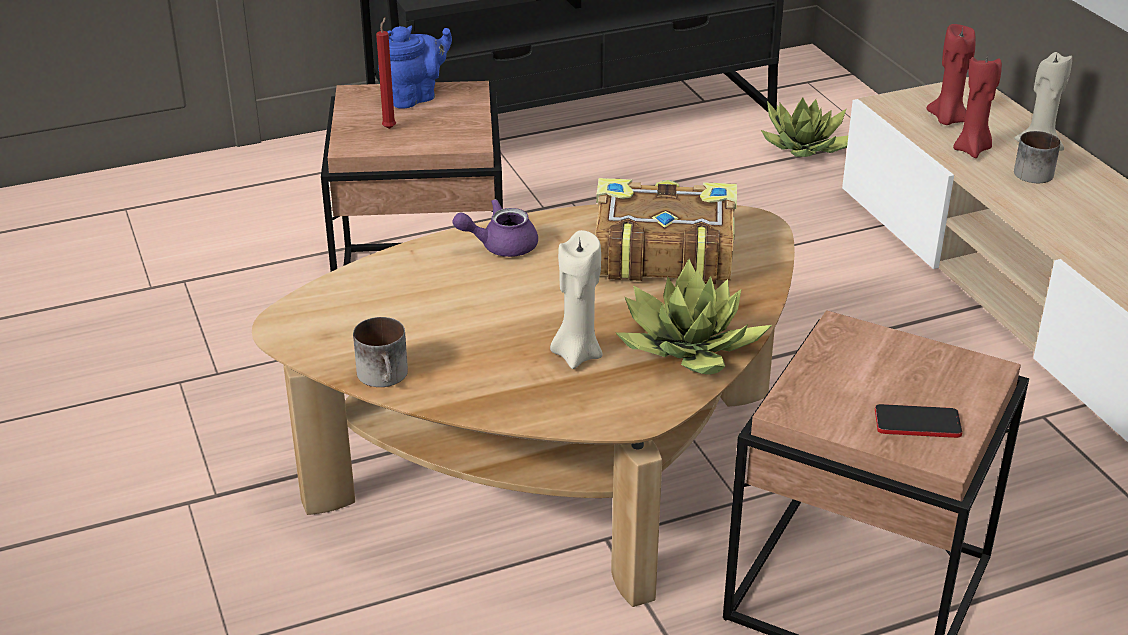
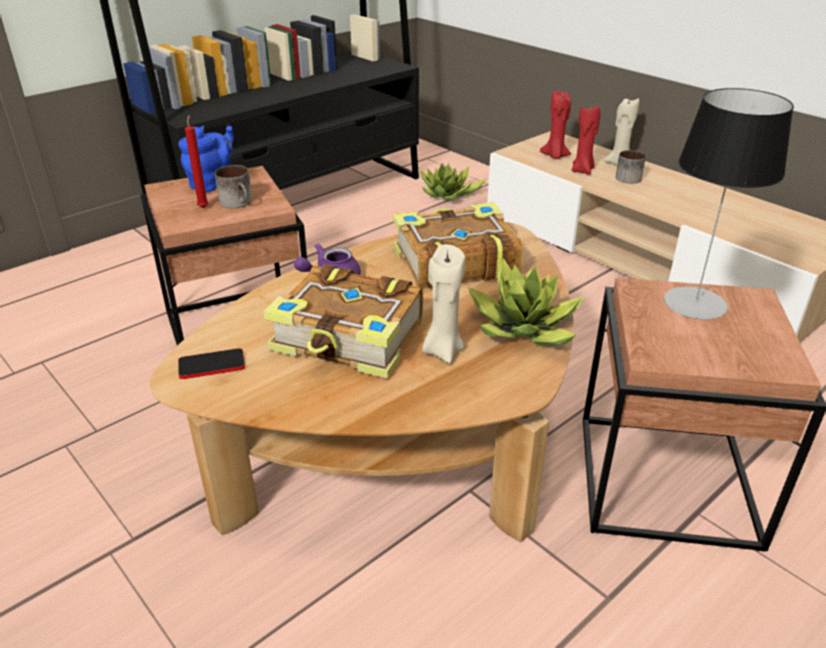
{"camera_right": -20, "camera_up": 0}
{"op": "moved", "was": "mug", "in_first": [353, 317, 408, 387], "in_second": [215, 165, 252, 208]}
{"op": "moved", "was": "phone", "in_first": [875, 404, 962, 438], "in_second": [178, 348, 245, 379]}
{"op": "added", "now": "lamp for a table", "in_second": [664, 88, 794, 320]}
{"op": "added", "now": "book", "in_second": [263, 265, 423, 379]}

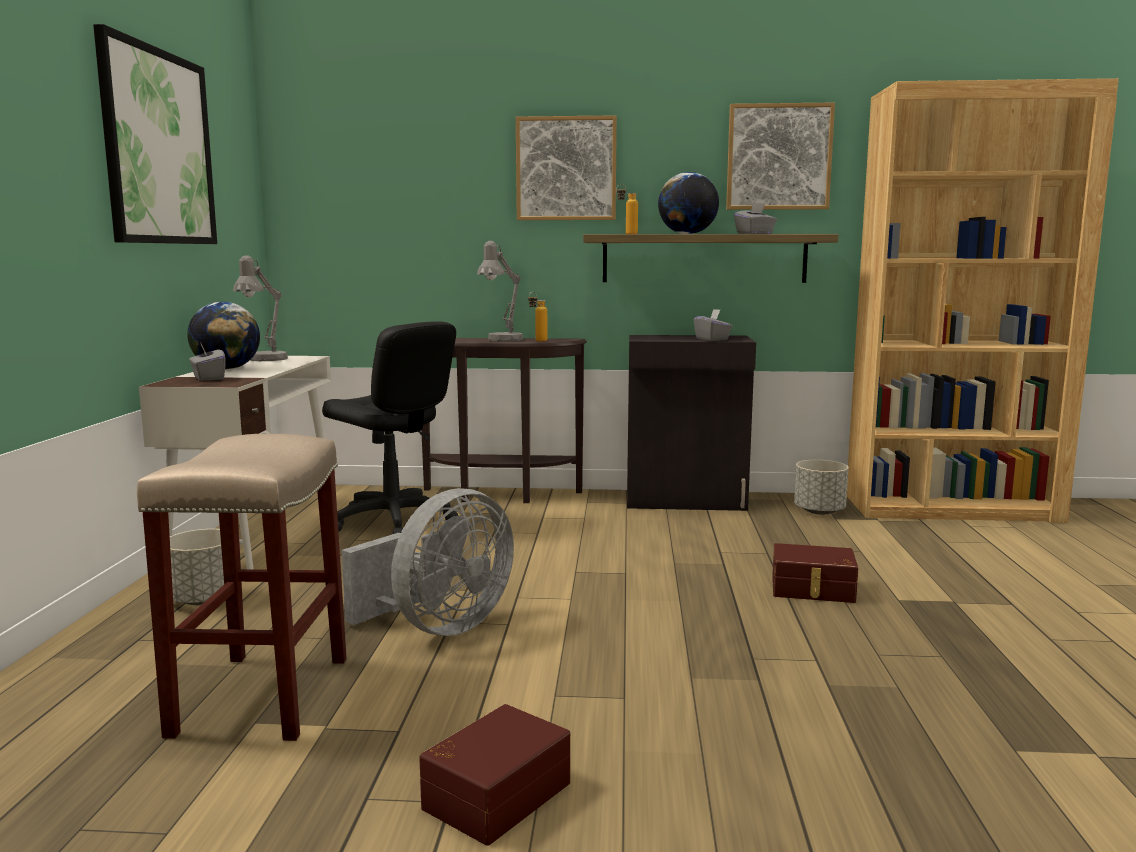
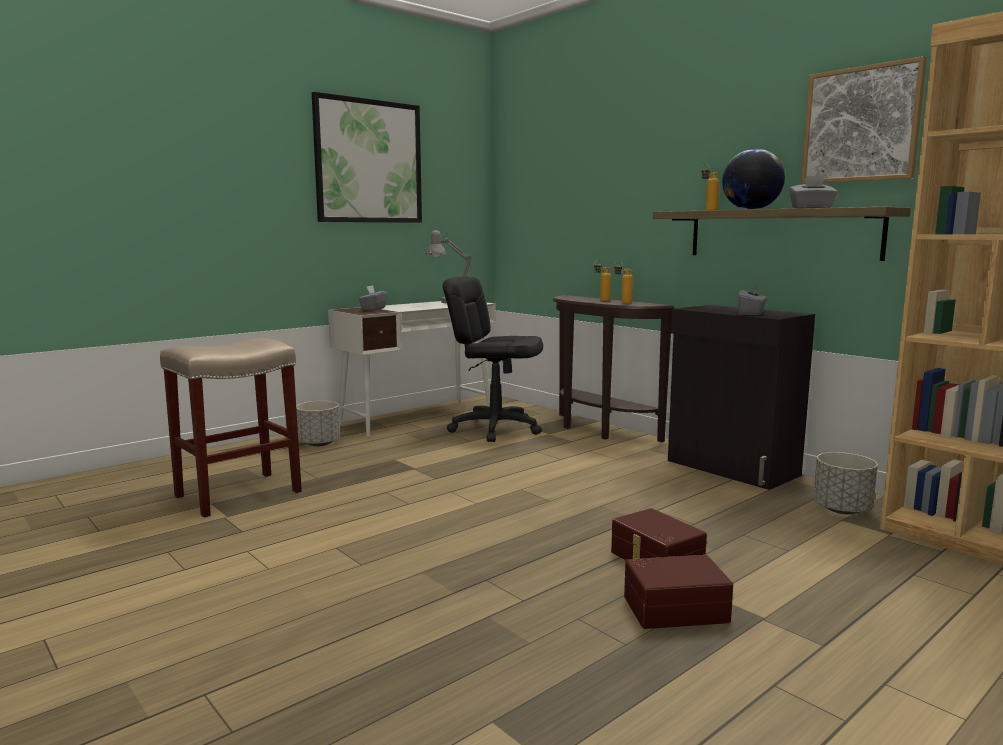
{"camera_right": 45, "camera_up": 0}
{"op": "removed", "was": "wall picture", "in_first": [516, 115, 617, 220]}
{"op": "replaced", "was": "lamp for a table (greyish)", "now": "bottle", "in_first": [477, 241, 523, 342], "in_second": [594, 260, 611, 301]}
{"op": "removed", "was": "world globe", "in_first": [187, 302, 260, 370]}
{"op": "turned", "was": "desk chair (black)", "in_first": [322, 321, 458, 534], "in_second": [443, 276, 543, 442], "clockwise": 120}
{"op": "removed", "was": "electric fan (greyish)", "in_first": [342, 488, 514, 636]}
{"op": "moved", "was": "storage box (brownish)", "in_first": [419, 704, 570, 846], "in_second": [624, 555, 733, 629]}

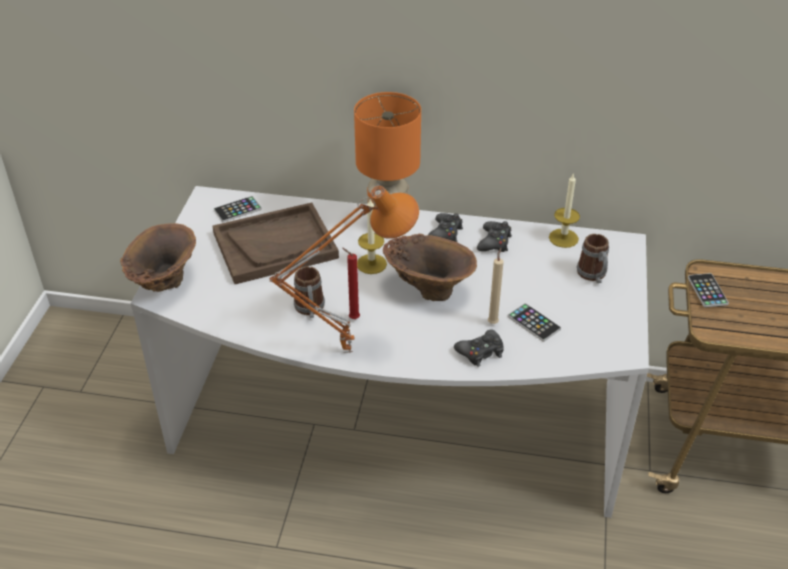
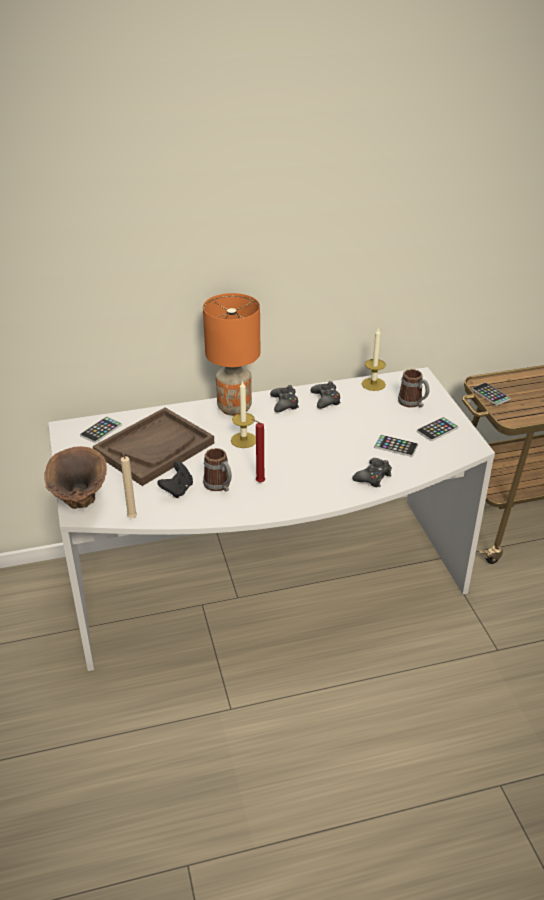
{"camera_right": -25, "camera_up": -5}
{"op": "removed", "was": "lamp for a table (orangey)", "in_first": [269, 186, 419, 353]}
{"op": "removed", "was": "decorative vase (brownish)", "in_first": [383, 234, 477, 301]}
{"op": "moved", "was": "wax light (beige-coloured)", "in_first": [488, 248, 504, 324], "in_second": [121, 447, 137, 518]}
{"op": "added", "now": "phone", "in_second": [417, 417, 459, 441]}
{"op": "added", "now": "joypad (black)", "in_second": [157, 461, 193, 498]}

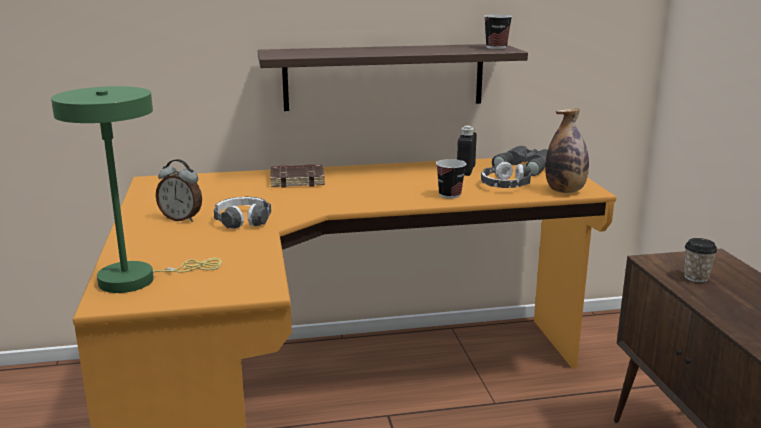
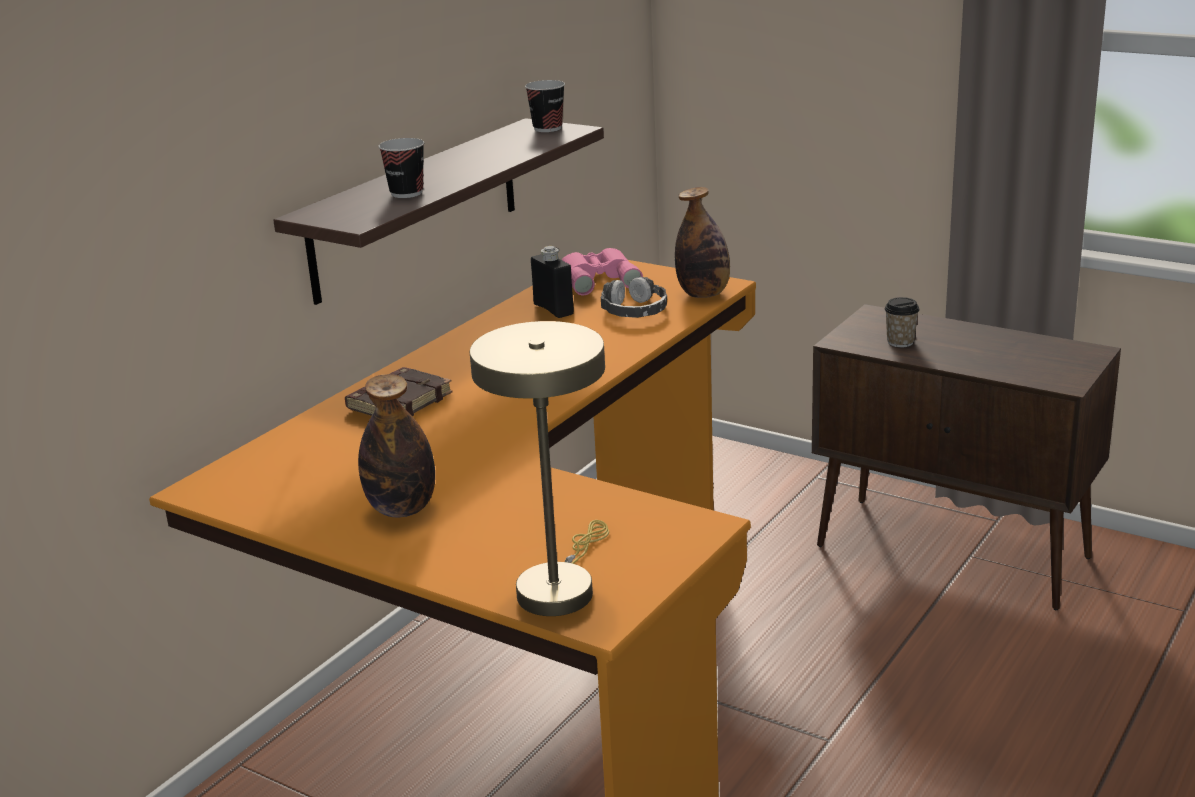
{"camera_right": -45, "camera_up": 5}
{"op": "recoloured", "was": "lamp for a table (green)", "now": "lamp for a table (beige-coloured)", "in_first": [51, 86, 222, 293], "in_second": [470, 321, 609, 616]}
{"op": "recoloured", "was": "field glasses (greyish)", "now": "field glasses (pinkish)", "in_first": [492, 146, 548, 176], "in_second": [562, 248, 643, 295]}
{"op": "replaced", "was": "bedside clock", "now": "bottle", "in_first": [156, 159, 202, 222], "in_second": [358, 374, 435, 517]}
{"op": "moved", "was": "cup", "in_first": [436, 159, 466, 199], "in_second": [378, 138, 424, 198]}
{"op": "removed", "was": "pair of headphones", "in_first": [214, 197, 271, 229]}

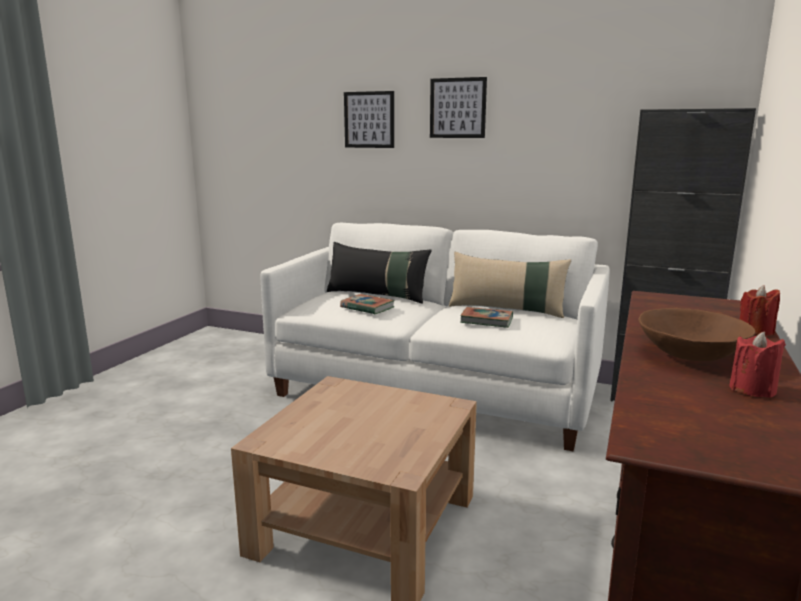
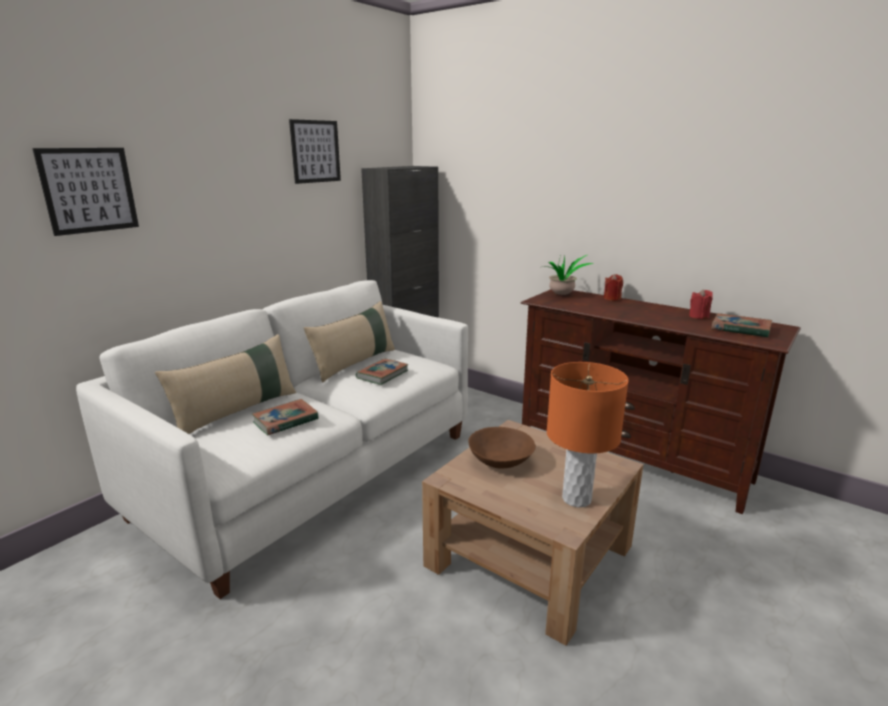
{"camera_right": -75, "camera_up": 5}
{"op": "moved", "was": "wall picture", "in_first": [430, 77, 487, 138], "in_second": [289, 119, 341, 184]}
{"op": "recoloured", "was": "pillow (black)", "now": "pillow (beige-coloured)", "in_first": [327, 242, 432, 304], "in_second": [155, 334, 296, 434]}
{"op": "moved", "was": "bowl (brownish)", "in_first": [639, 308, 755, 361], "in_second": [468, 427, 536, 468]}
{"op": "added", "now": "houseplant", "in_second": [549, 255, 593, 295]}
{"op": "added", "now": "book", "in_second": [711, 313, 772, 338]}
{"op": "added", "now": "lamp for a table (orangey)", "in_second": [547, 362, 629, 508]}

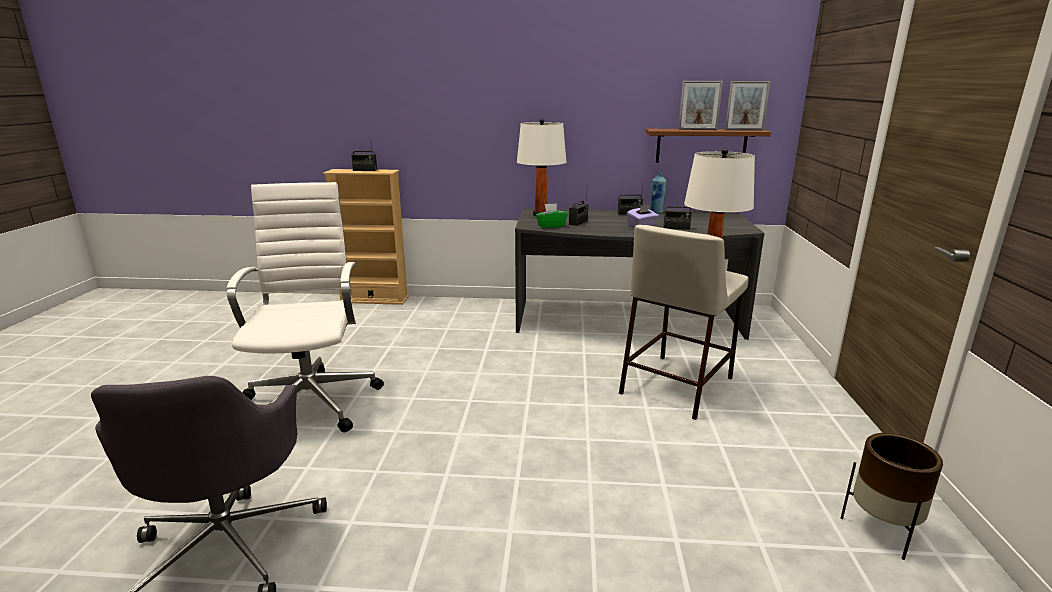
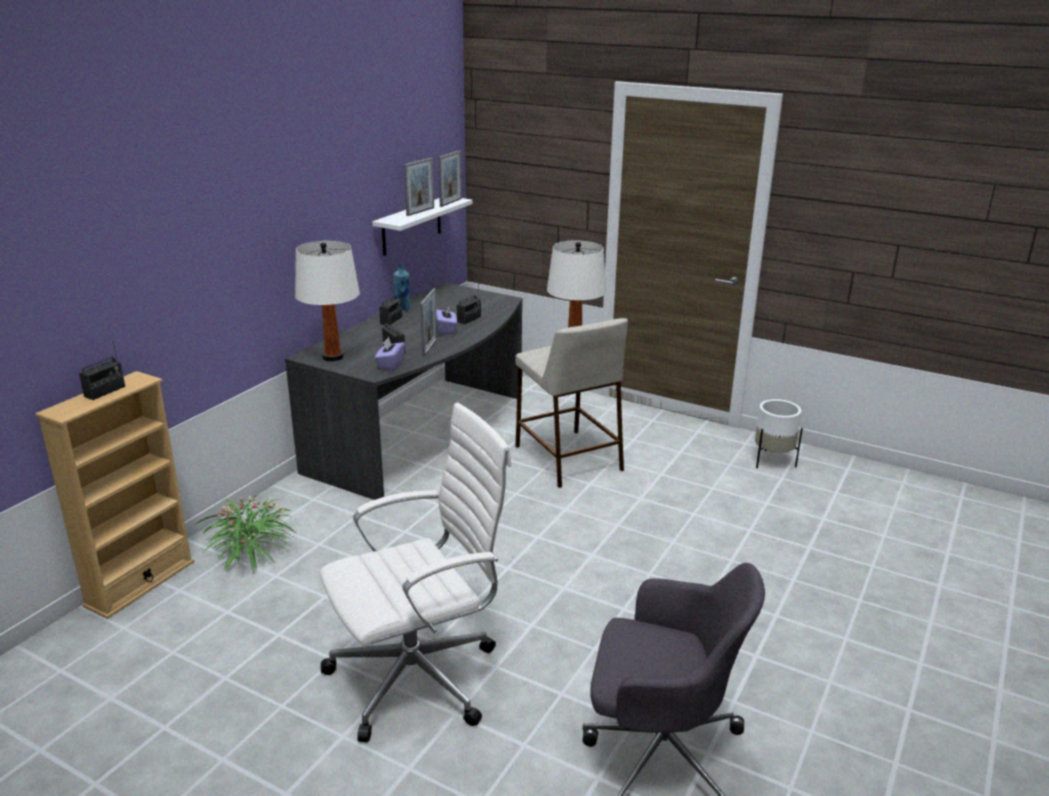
{"camera_right": -65, "camera_up": 5}
{"op": "recoloured", "was": "wall shelf (brownish)", "now": "wall shelf (white)", "in_first": [645, 129, 771, 163], "in_second": [372, 198, 473, 256]}
{"op": "turned", "was": "desk chair (white)", "in_first": [227, 182, 384, 432], "in_second": [320, 403, 512, 742], "clockwise": 135}
{"op": "recoloured", "was": "tissue holder (green)", "now": "tissue holder (purple)", "in_first": [536, 203, 568, 228], "in_second": [375, 337, 405, 370]}
{"op": "recoloured", "was": "flower pot (brownish)", "now": "flower pot (white)", "in_first": [841, 433, 943, 560], "in_second": [755, 399, 803, 468]}
{"op": "added", "now": "picture frame", "in_second": [420, 288, 437, 357]}
{"op": "added", "now": "houseplant", "in_second": [194, 496, 297, 574]}

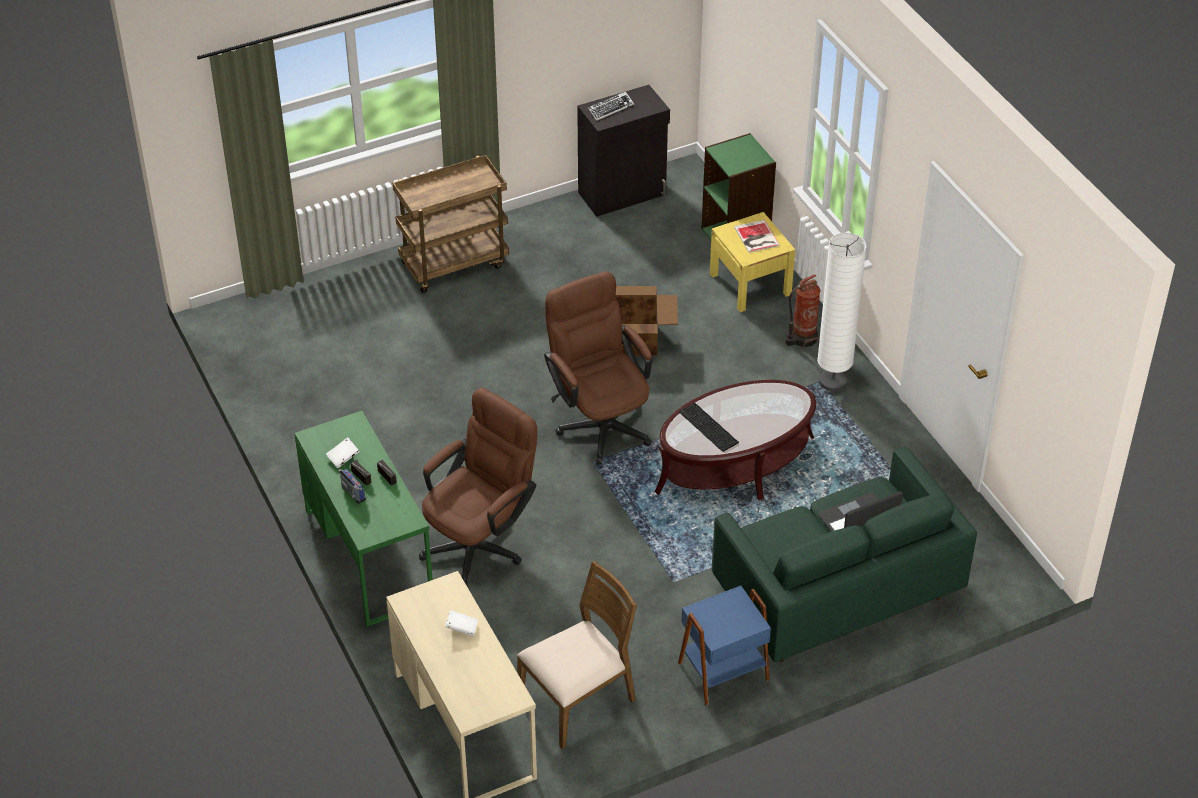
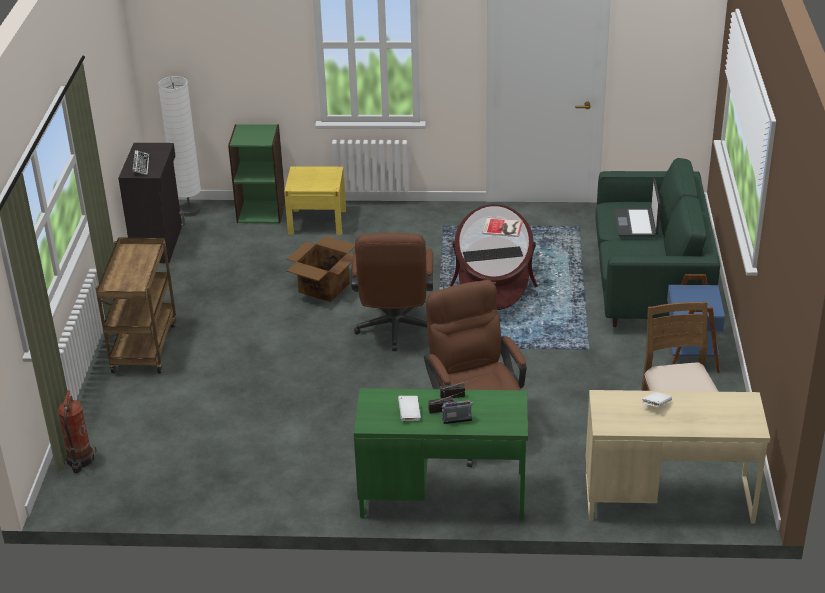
{"camera_right": -60, "camera_up": -10}
{"op": "moved", "was": "book", "in_first": [734, 220, 780, 253], "in_second": [482, 218, 522, 237]}
{"op": "moved", "was": "floor lamp (white)", "in_first": [817, 233, 867, 392], "in_second": [158, 76, 201, 217]}
{"op": "turned", "was": "desk chair (brownish)", "in_first": [544, 271, 652, 465], "in_second": [351, 233, 433, 351], "clockwise": -90}
{"op": "moved", "was": "extinguisher", "in_first": [786, 274, 821, 349], "in_second": [58, 390, 97, 473]}

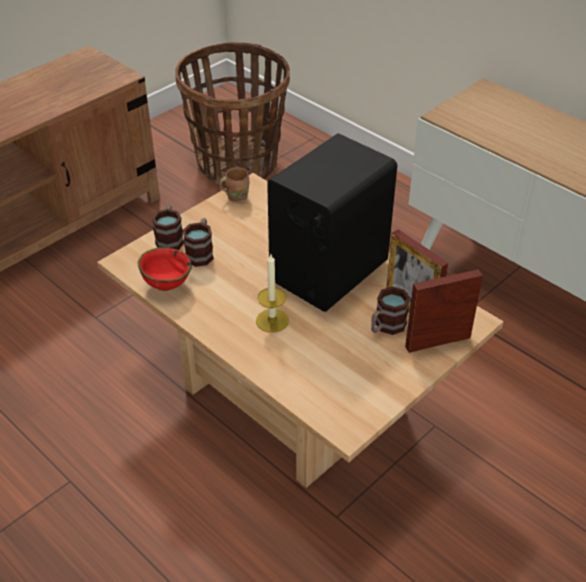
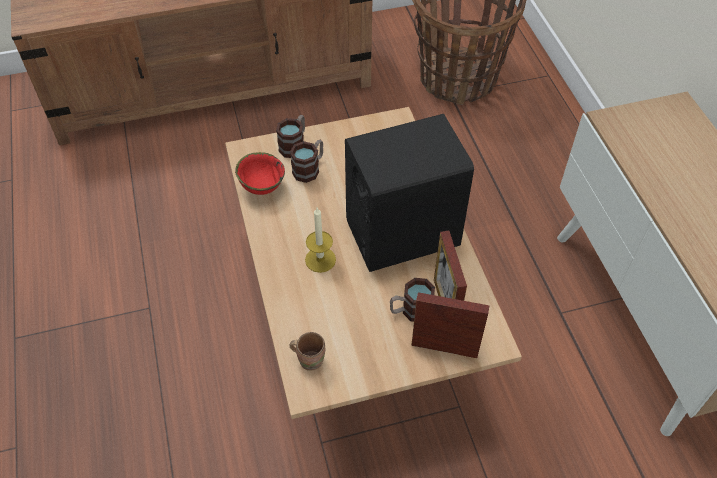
{"camera_right": 30, "camera_up": 10}
{"op": "moved", "was": "mug (brownish)", "in_first": [219, 167, 249, 203], "in_second": [289, 332, 325, 371]}

